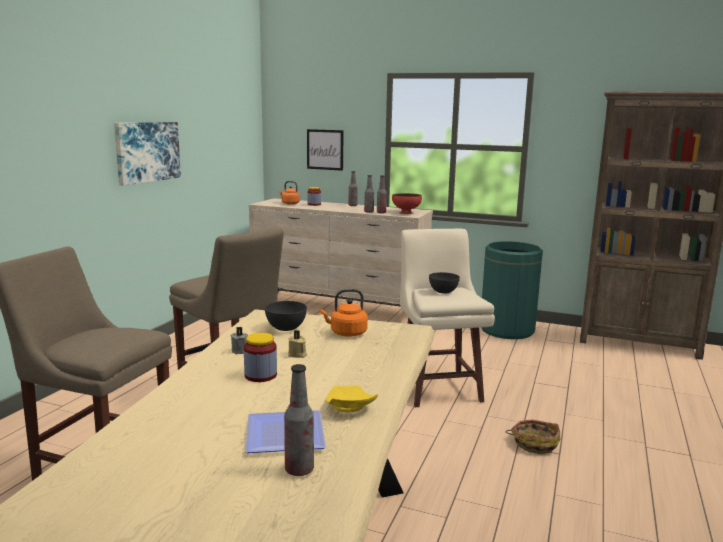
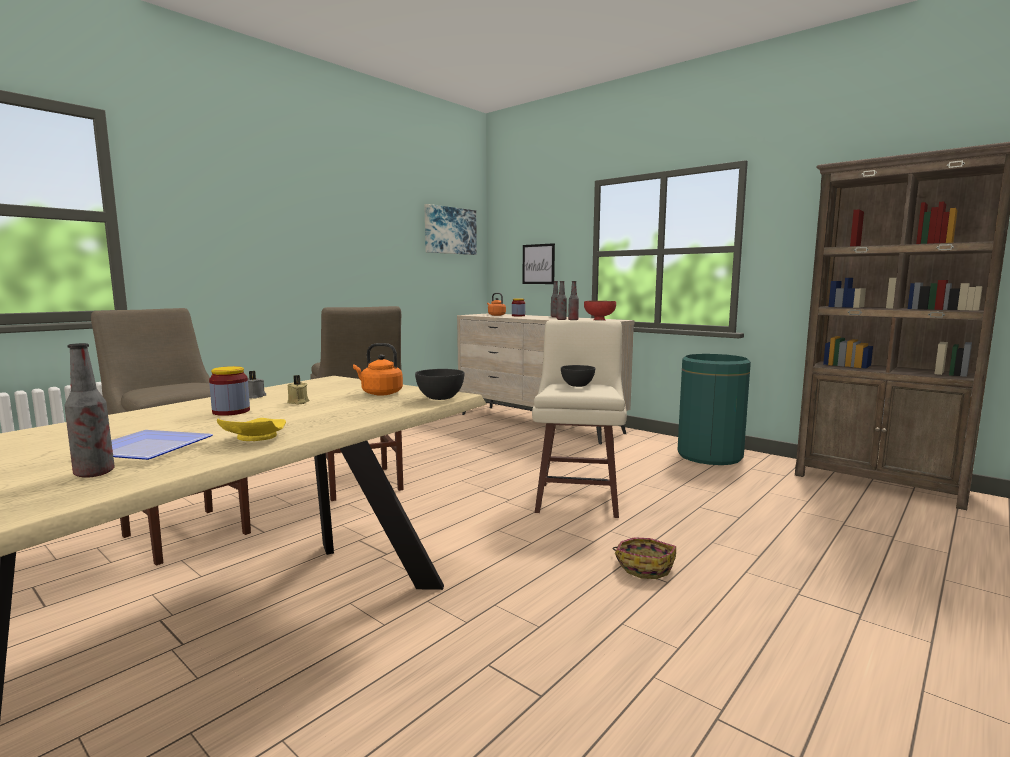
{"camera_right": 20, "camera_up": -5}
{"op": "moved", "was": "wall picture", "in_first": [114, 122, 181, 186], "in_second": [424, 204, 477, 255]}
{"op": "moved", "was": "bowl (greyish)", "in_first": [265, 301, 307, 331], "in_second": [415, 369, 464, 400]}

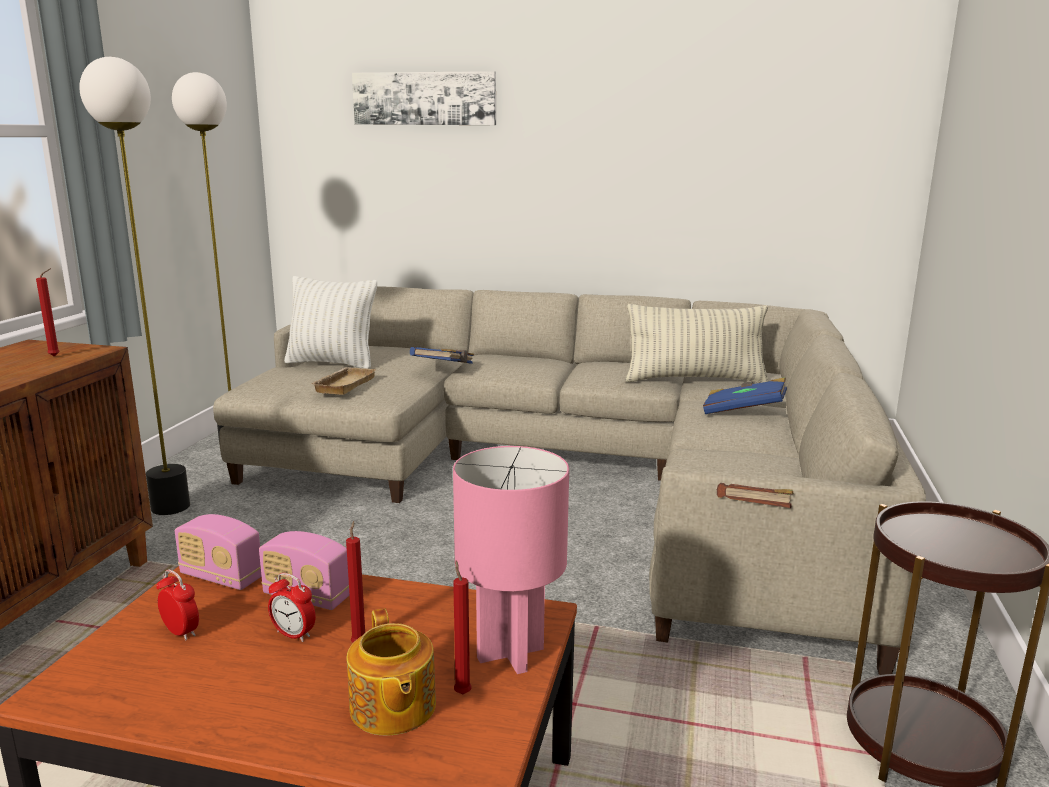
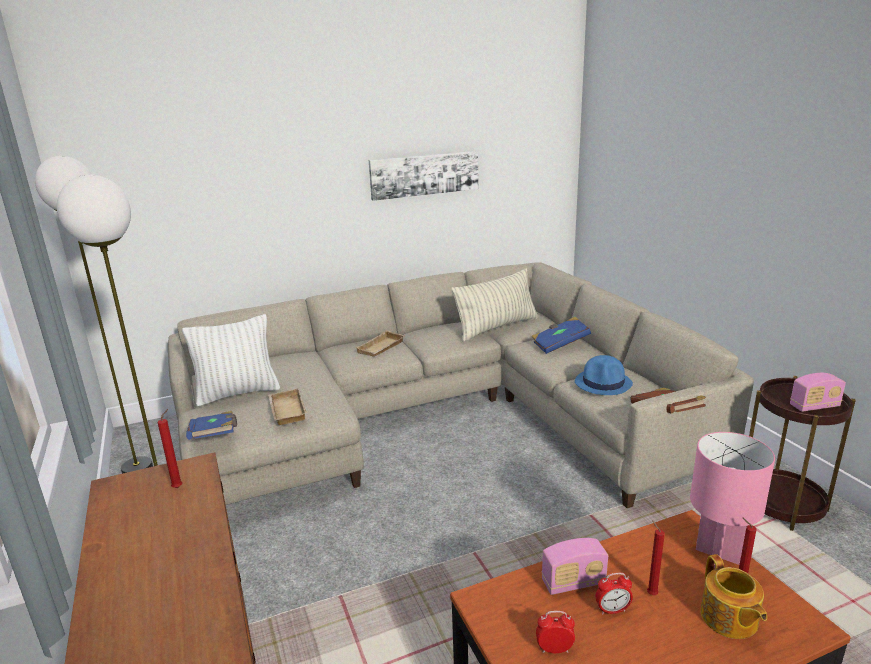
{"camera_right": -35, "camera_up": 5}
{"op": "moved", "was": "wall picture", "in_first": [352, 71, 496, 125], "in_second": [369, 151, 478, 201]}
{"op": "moved", "was": "book (blue)", "in_first": [410, 347, 474, 364], "in_second": [186, 411, 237, 440]}
{"op": "moved", "was": "radio", "in_first": [175, 514, 262, 590], "in_second": [790, 373, 846, 412]}
{"op": "turned", "was": "pot for tea", "in_first": [346, 608, 436, 736], "in_second": [700, 554, 767, 639], "clockwise": 45}
{"op": "added", "now": "carrying tray (beige-coloured)", "in_second": [355, 330, 406, 357]}
{"op": "added", "now": "wearable hat (blue)", "in_second": [575, 355, 633, 395]}

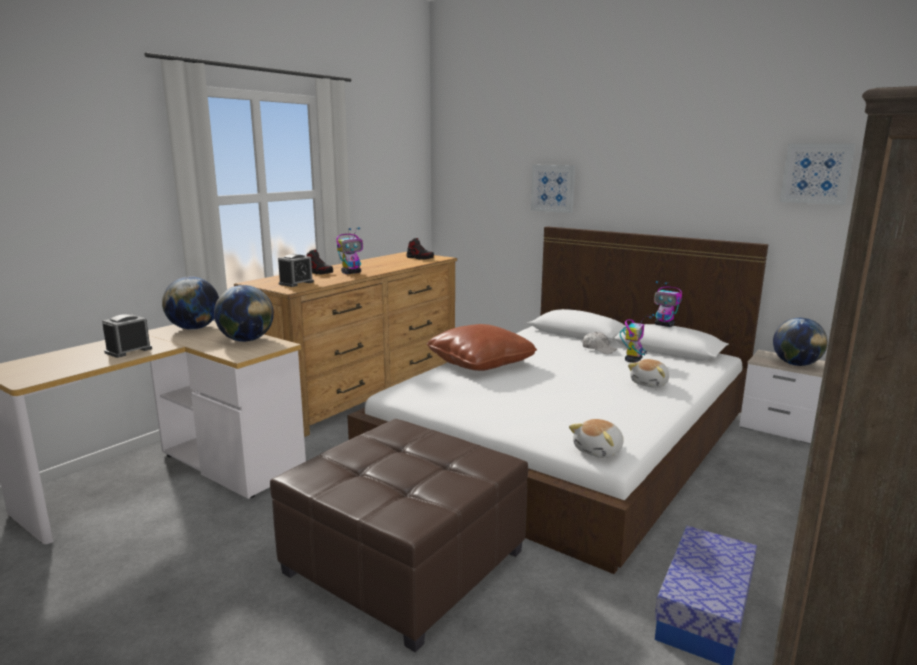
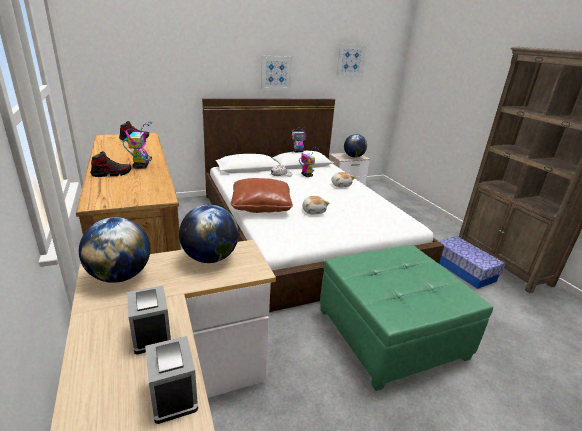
{"camera_right": -60, "camera_up": 10}
{"op": "moved", "was": "wall picture", "in_first": [531, 165, 575, 213], "in_second": [261, 55, 292, 90]}
{"op": "moved", "was": "bedside clock", "in_first": [278, 254, 314, 287], "in_second": [145, 336, 198, 424]}
{"op": "recoloured", "was": "pouffe (brownish)", "now": "pouffe (green)", "in_first": [270, 419, 528, 652], "in_second": [320, 245, 493, 391]}
{"op": "moved", "was": "cuddly toy", "in_first": [569, 419, 624, 458], "in_second": [302, 196, 329, 214]}

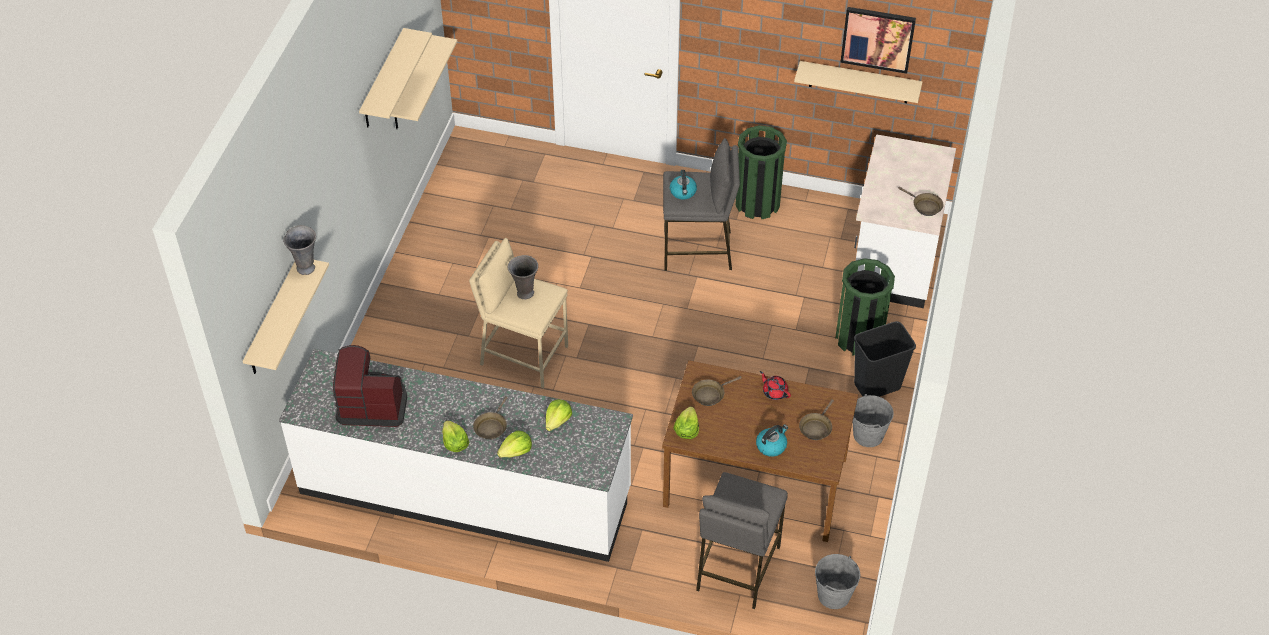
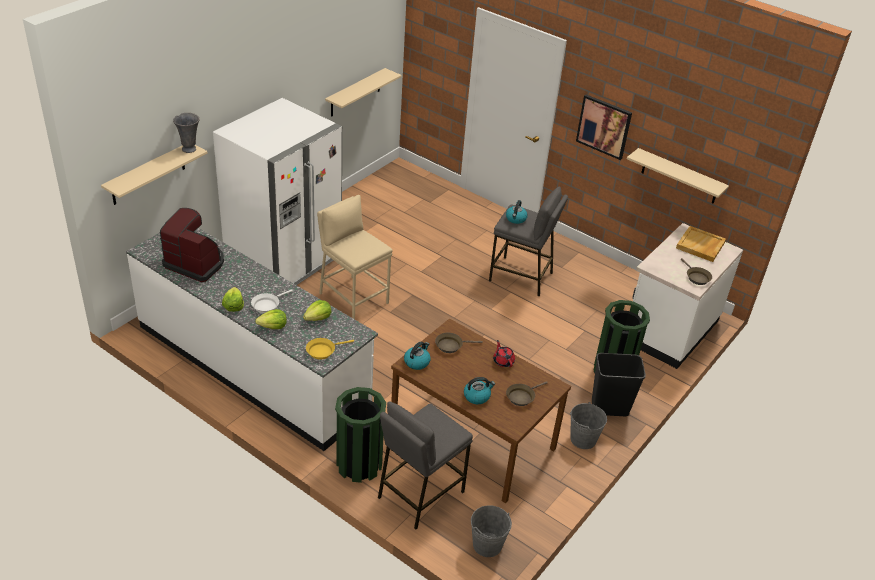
{"camera_right": 20, "camera_up": -10}
{"op": "moved", "was": "wall picture", "in_first": [840, 7, 916, 74], "in_second": [576, 94, 632, 160]}
{"op": "removed", "was": "wall shelf (beige-coloured)", "in_first": [359, 28, 432, 127]}
{"op": "moved", "was": "rubbish bin (green)", "in_first": [736, 125, 787, 219], "in_second": [335, 387, 386, 483]}
{"op": "removed", "was": "decorative vase (greyish)", "in_first": [508, 255, 538, 299]}
{"op": "recoloured", "was": "skillet (brownish)", "now": "skillet (white)", "in_first": [473, 396, 508, 440], "in_second": [251, 289, 293, 313]}
{"op": "replaced", "was": "lettuce", "now": "water kettle", "in_first": [673, 406, 699, 439], "in_second": [404, 342, 430, 370]}
{"op": "added", "now": "kitchen fridge (white)", "in_second": [213, 98, 342, 285]}
{"op": "added", "now": "carrying tray (beige-coloured)", "in_second": [676, 226, 726, 262]}
{"op": "added", "now": "skillet (yellowish)", "in_second": [306, 338, 354, 359]}

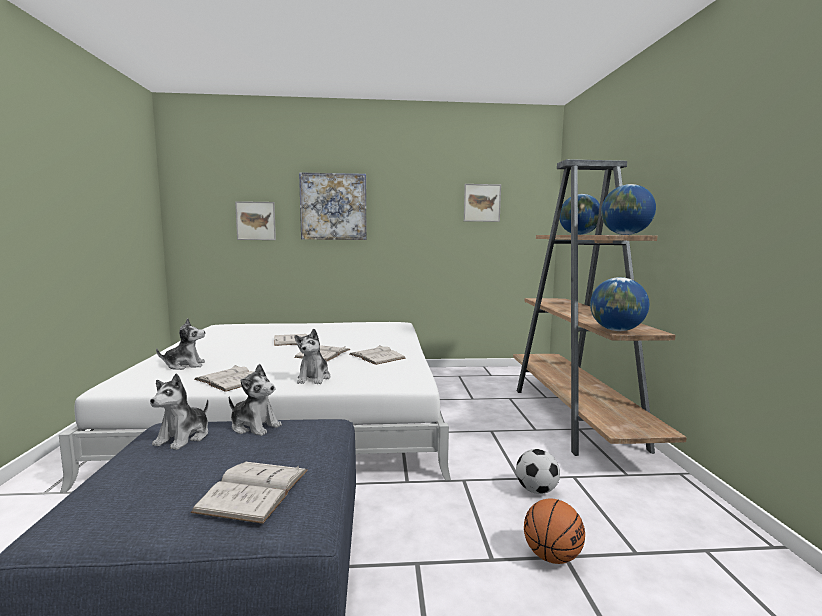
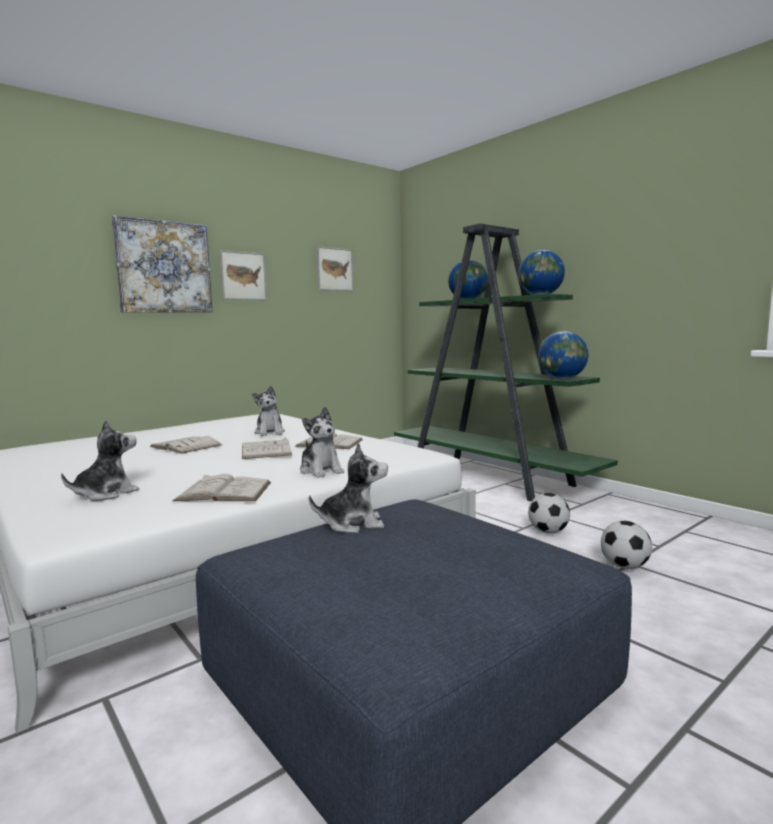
{"camera_right": -35, "camera_up": 0}
{"op": "recoloured", "was": "bookshelf (brownish)", "now": "bookshelf (green)", "in_first": [513, 159, 687, 456], "in_second": [394, 223, 618, 501]}
{"op": "moved", "was": "wall picture", "in_first": [235, 201, 276, 240], "in_second": [220, 250, 267, 300]}
{"op": "moved", "was": "cuddly toy", "in_first": [150, 373, 209, 450], "in_second": [252, 386, 285, 436]}
{"op": "removed", "was": "book (white)", "in_first": [190, 462, 308, 524]}
{"op": "replaced", "was": "basketball", "now": "ball for football", "in_first": [524, 498, 585, 564], "in_second": [601, 521, 652, 569]}

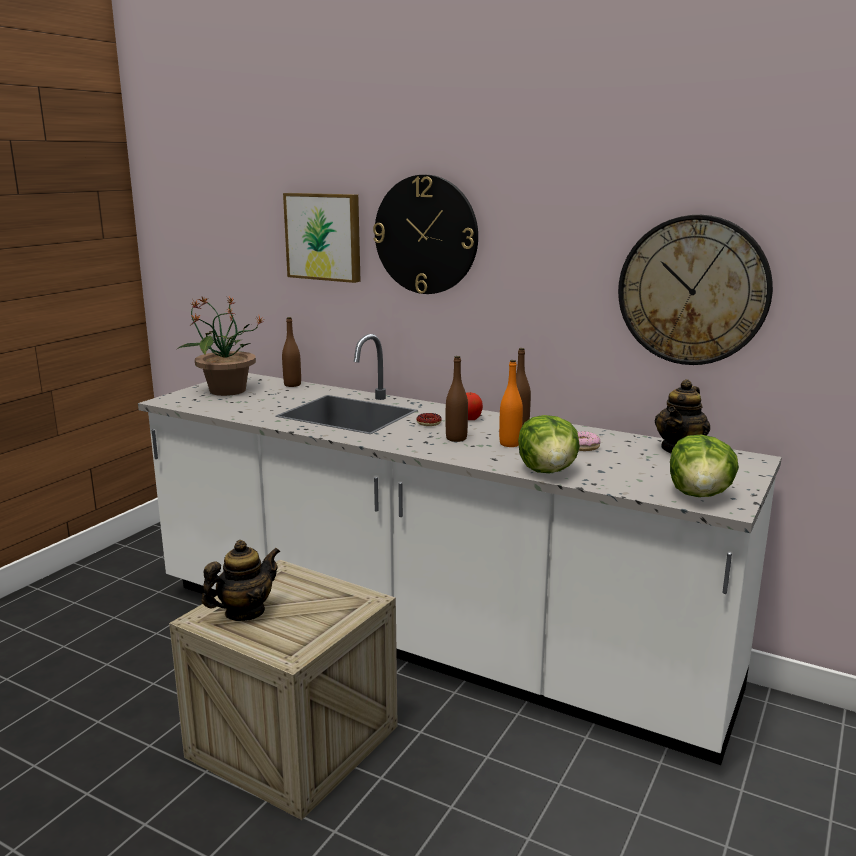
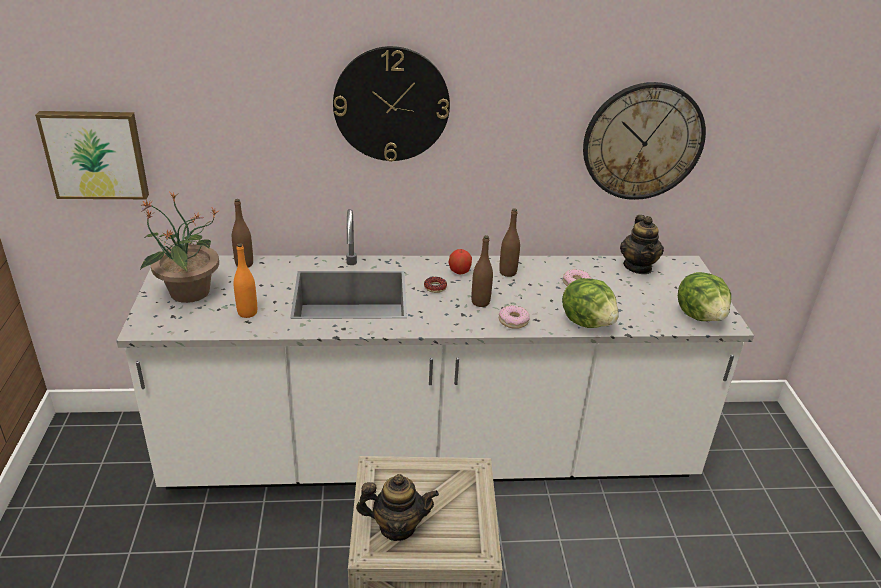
{"camera_right": -35, "camera_up": 15}
{"op": "moved", "was": "wall picture", "in_first": [283, 193, 361, 283], "in_second": [35, 111, 149, 199]}
{"op": "moved", "was": "bottle (orangey)", "in_first": [499, 360, 523, 447], "in_second": [234, 243, 257, 318]}
{"op": "turned", "was": "pot for tea", "in_first": [202, 540, 280, 621], "in_second": [356, 474, 439, 541], "clockwise": 75}
{"op": "added", "now": "ring doughnut", "in_second": [499, 305, 530, 329]}

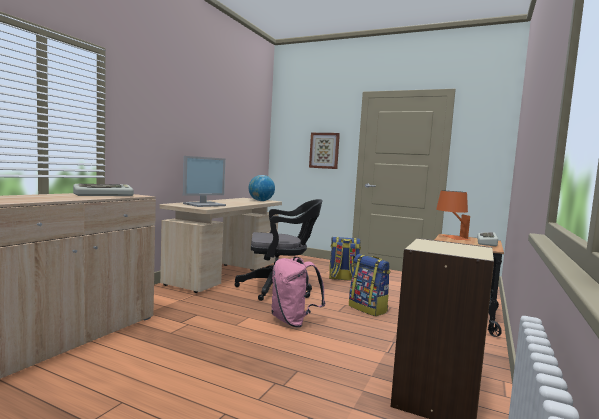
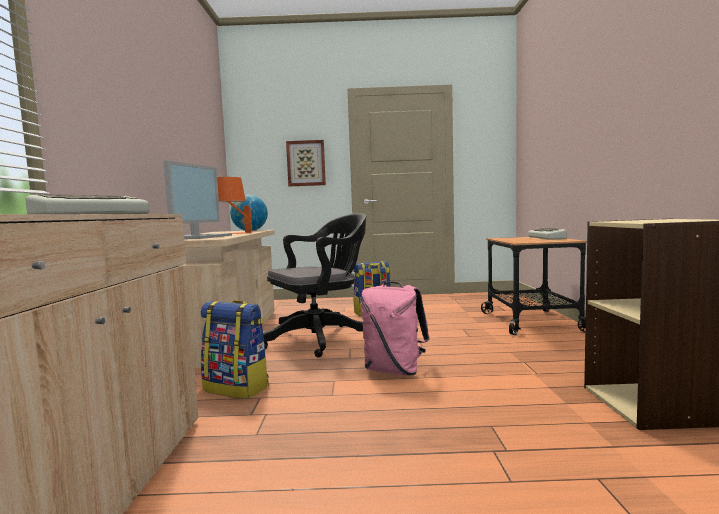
{"camera_right": -25, "camera_up": 0}
{"op": "moved", "was": "lamp for a table (orangey)", "in_first": [436, 191, 470, 240], "in_second": [217, 177, 252, 234]}
{"op": "moved", "was": "knapsack", "in_first": [349, 254, 390, 316], "in_second": [201, 300, 269, 399]}

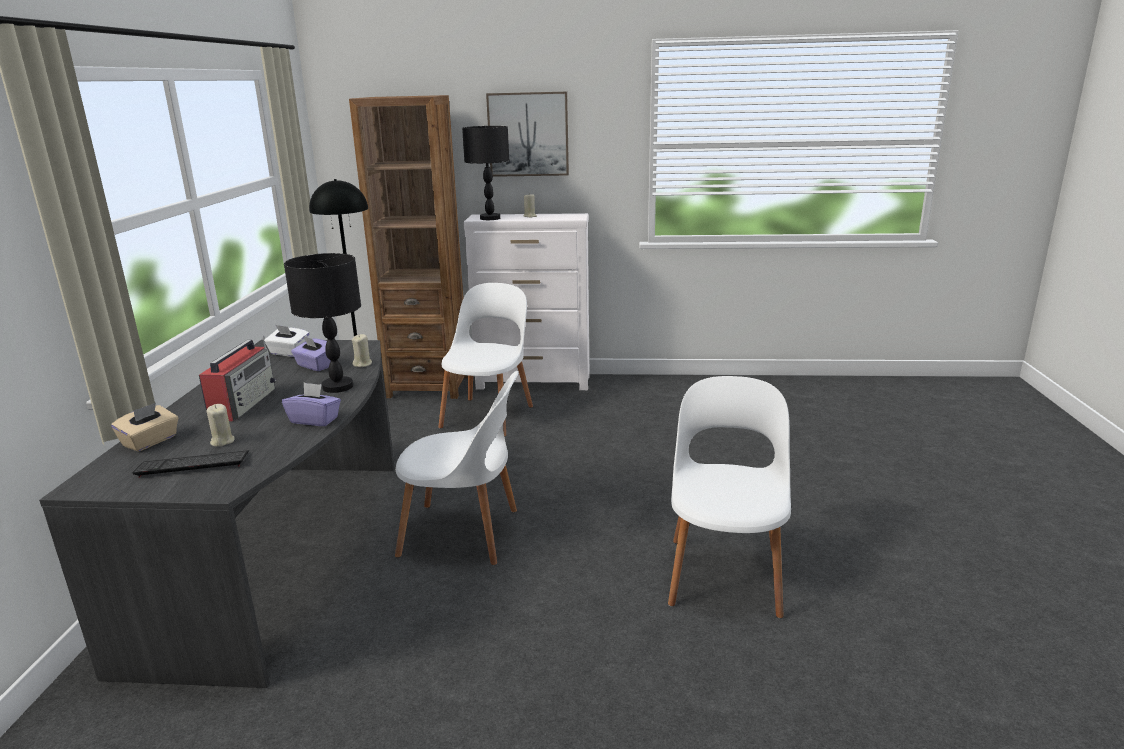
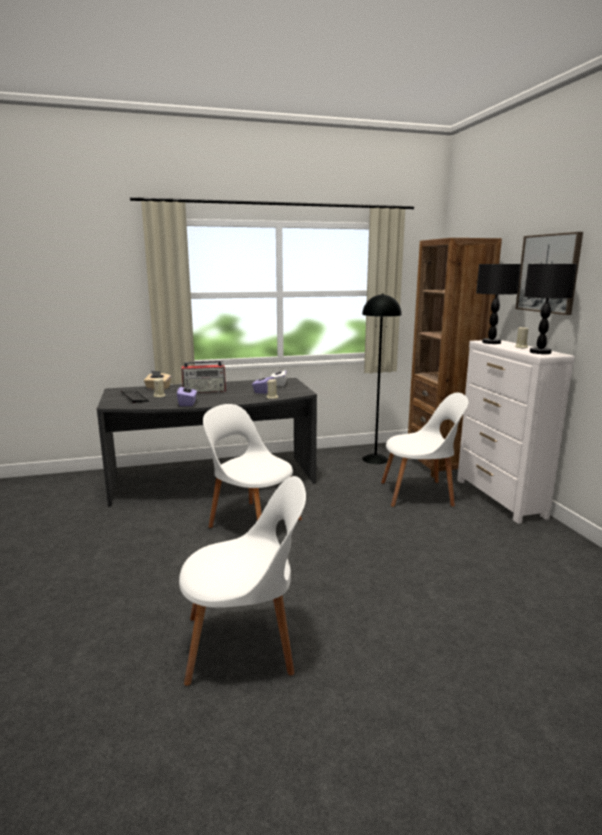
{"camera_right": 70, "camera_up": -5}
{"op": "moved", "was": "lamp for a table (black)", "in_first": [284, 253, 361, 393], "in_second": [524, 264, 577, 354]}
{"op": "turned", "was": "plain chair (white)", "in_first": [395, 371, 519, 565], "in_second": [203, 404, 302, 528], "clockwise": 135}

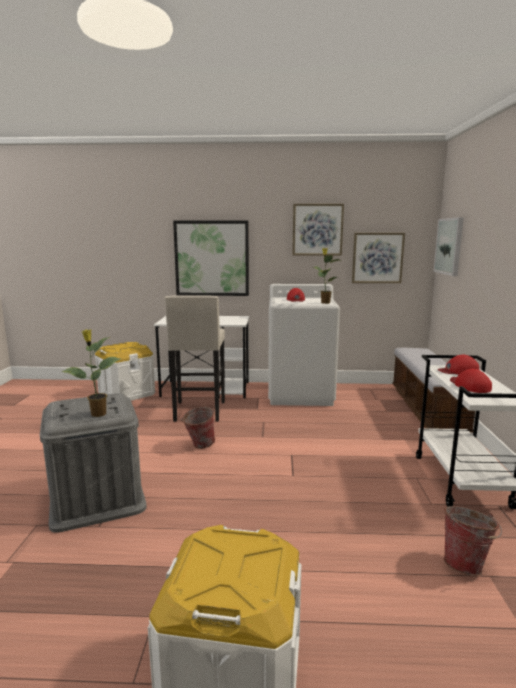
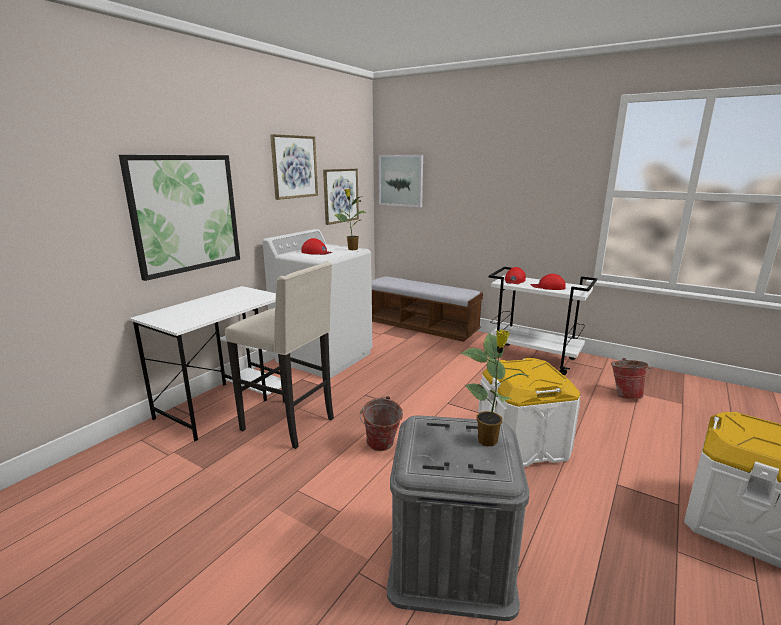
{"camera_right": -60, "camera_up": 5}
{"op": "moved", "was": "storage box (white)", "in_first": [95, 342, 155, 401], "in_second": [478, 358, 580, 467]}

